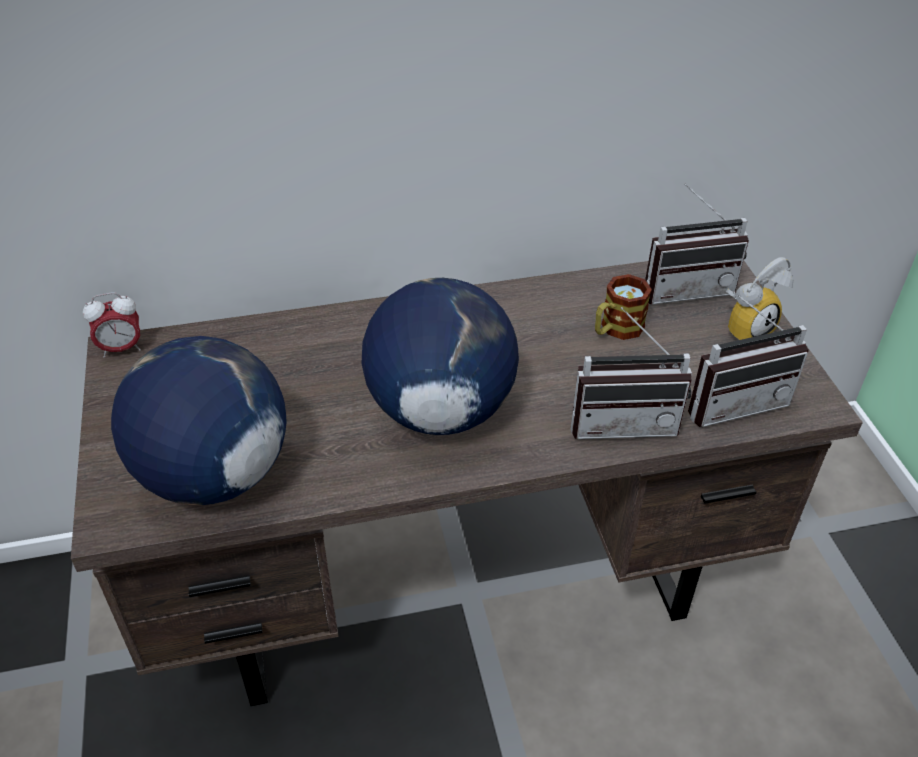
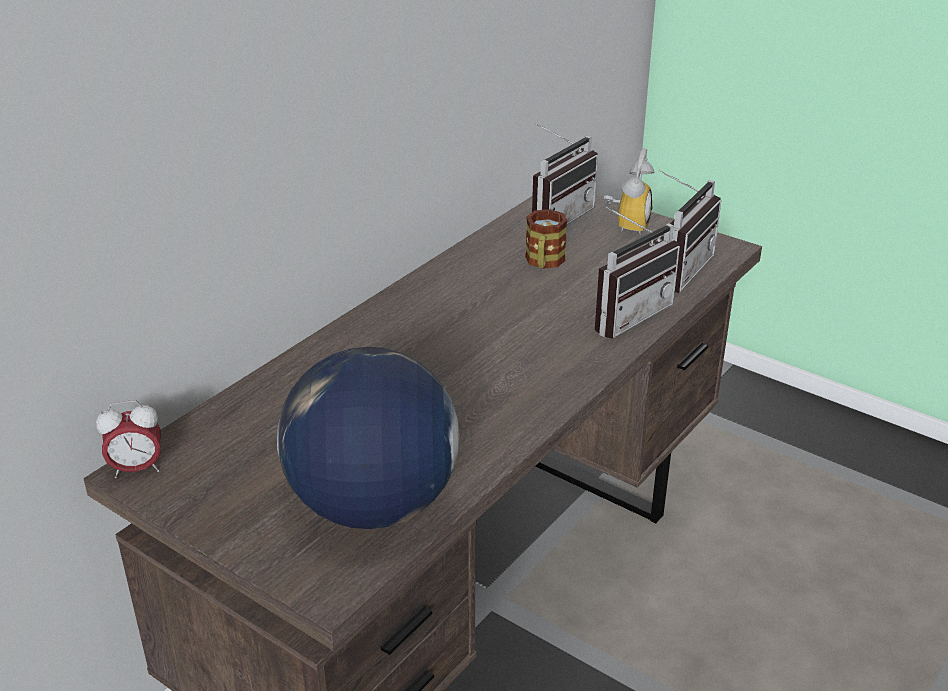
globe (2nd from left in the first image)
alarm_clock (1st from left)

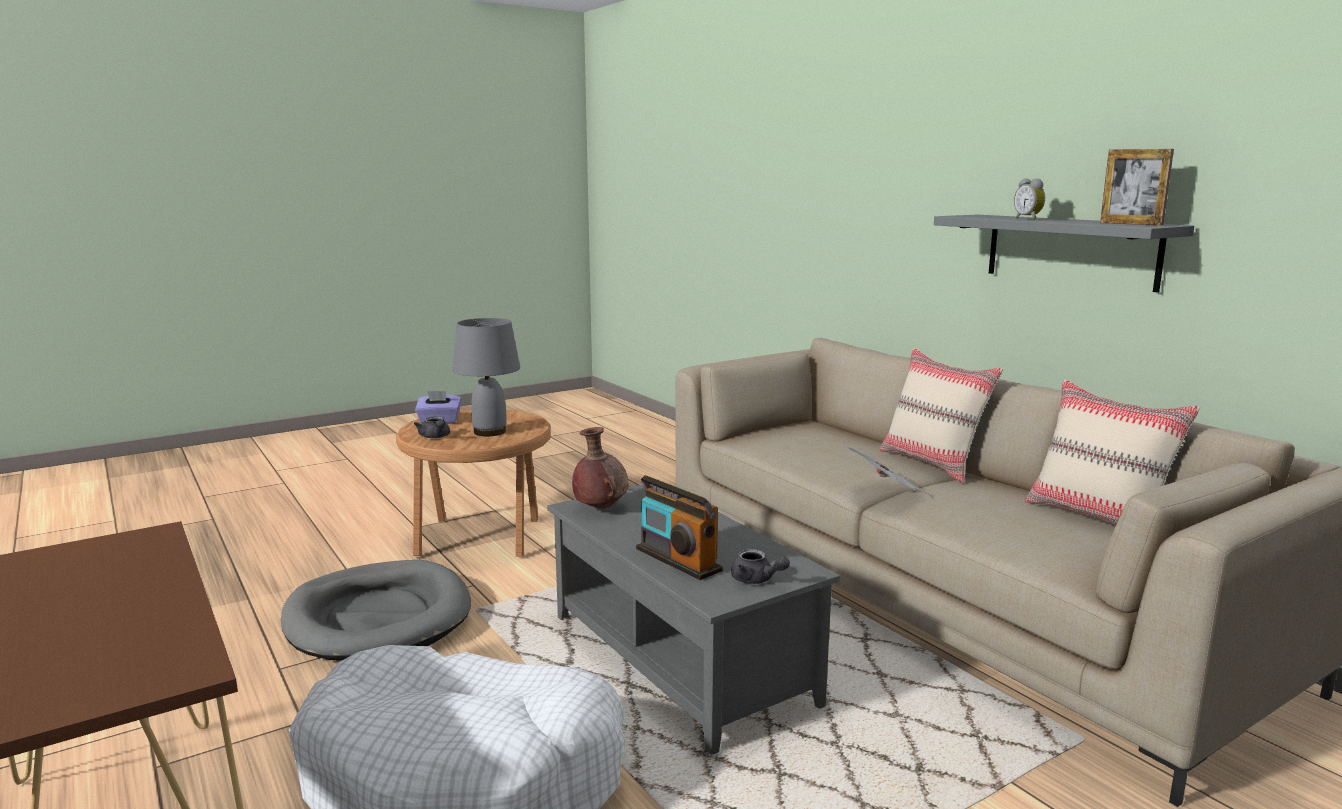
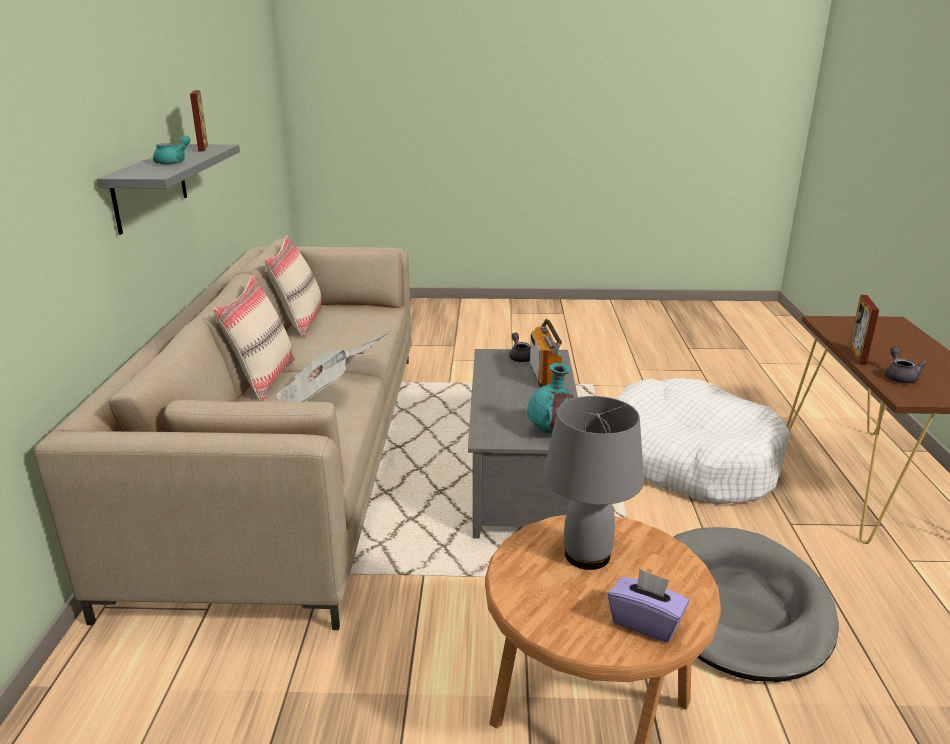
turquoise_teapot
grey_teapot (2nd from left)
turquoise_vase
picture_frame (2nd from left)
newspaper (1st from left)

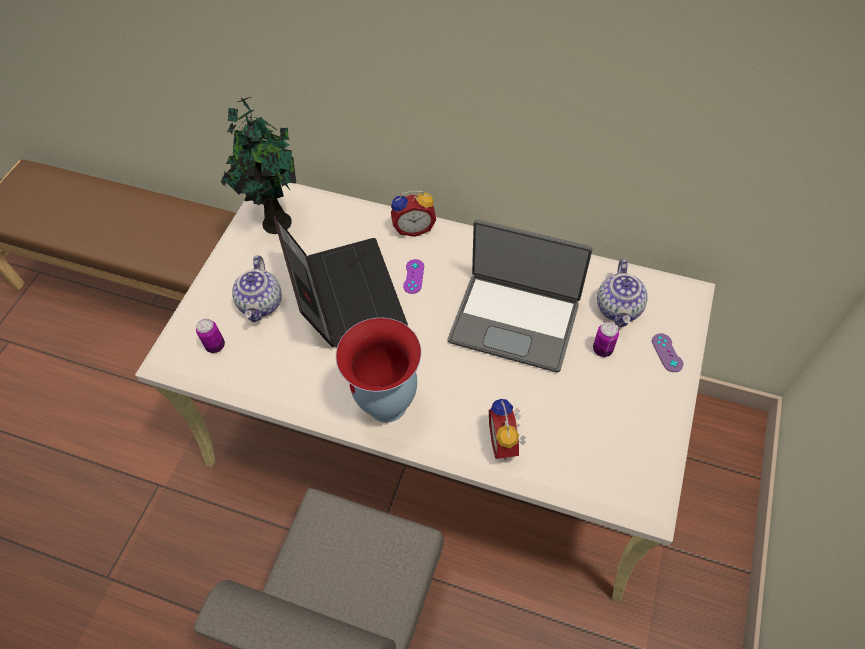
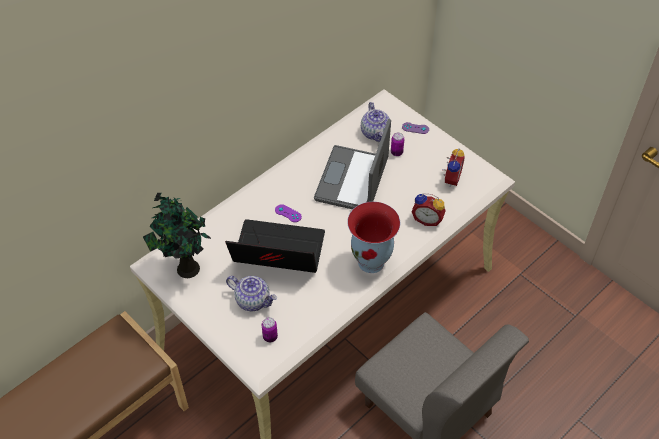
alarm_clock (2nd from left)
laptop (2nd from left)
teapot (2nd from left)

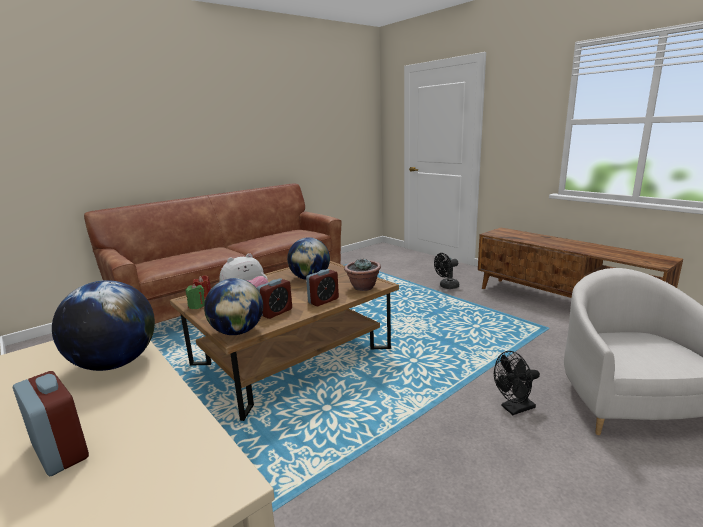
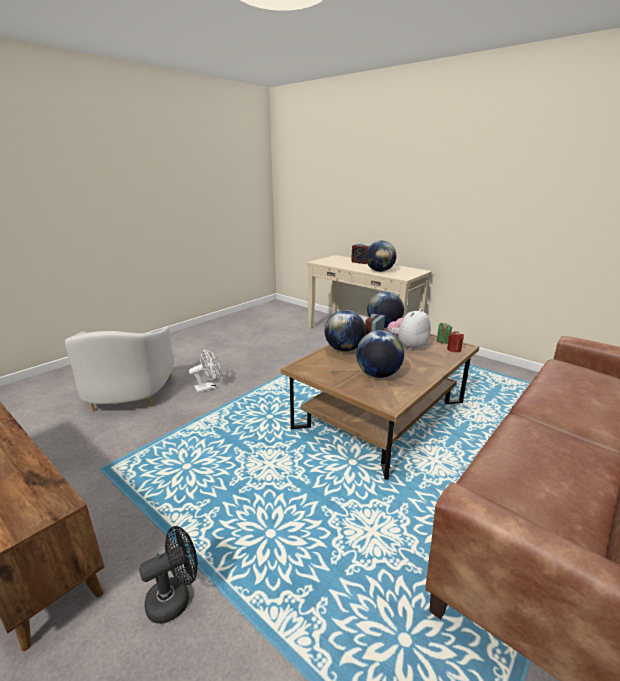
potted_plant
globe (1st from left)
white_fan

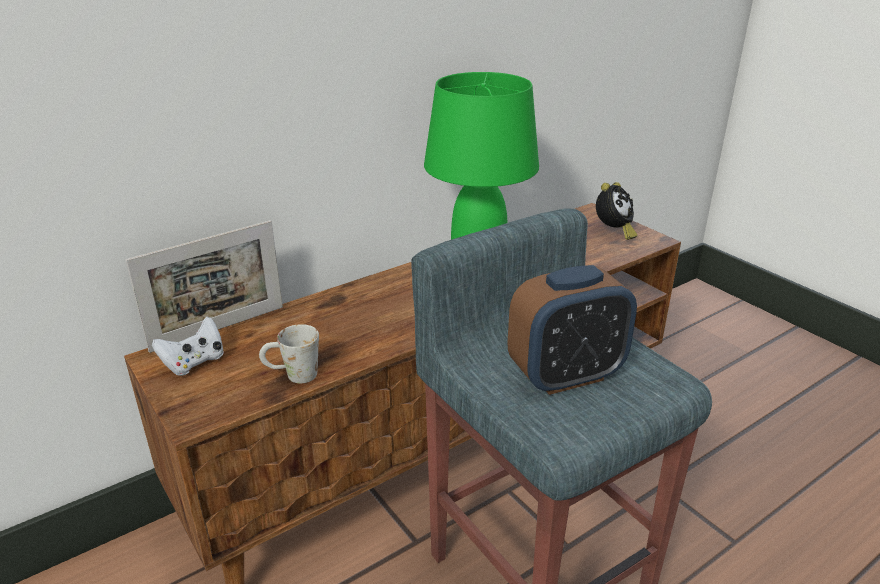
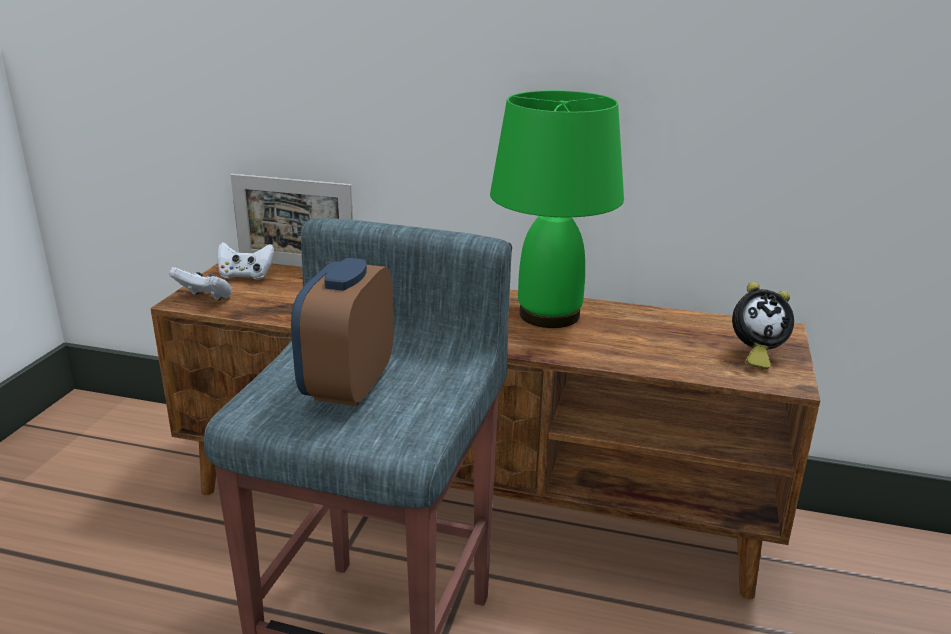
alarm_clock (1st from left)
white_mug
white_game_controller (1st from left)

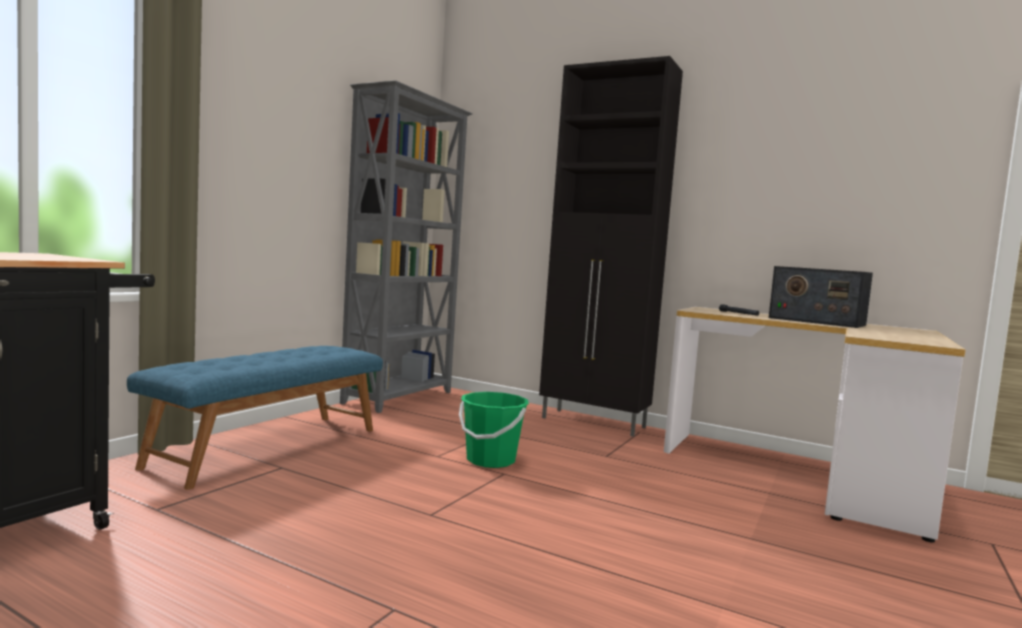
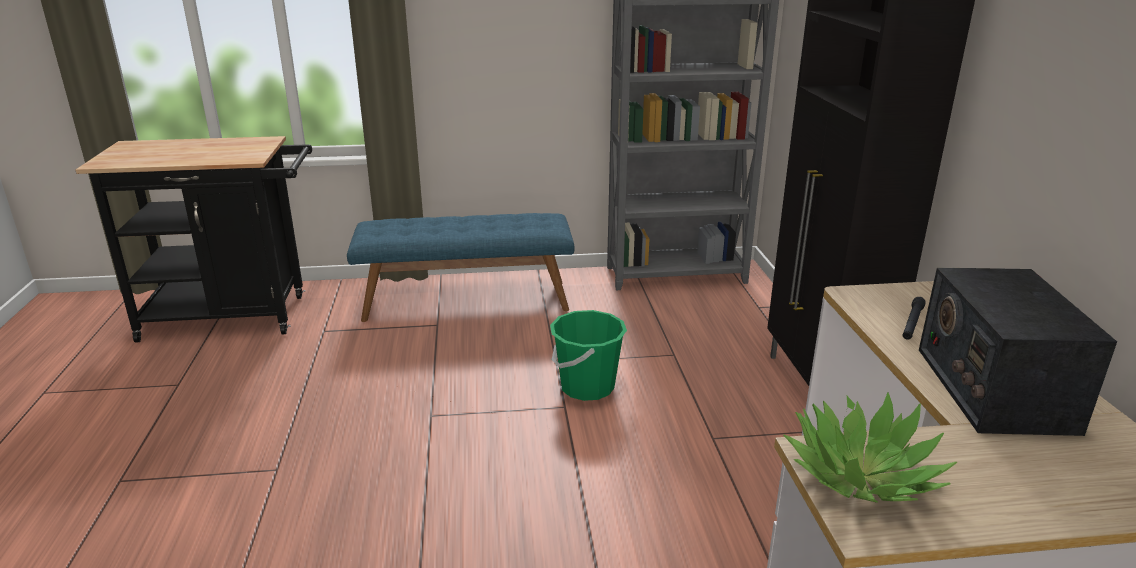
potted_plant

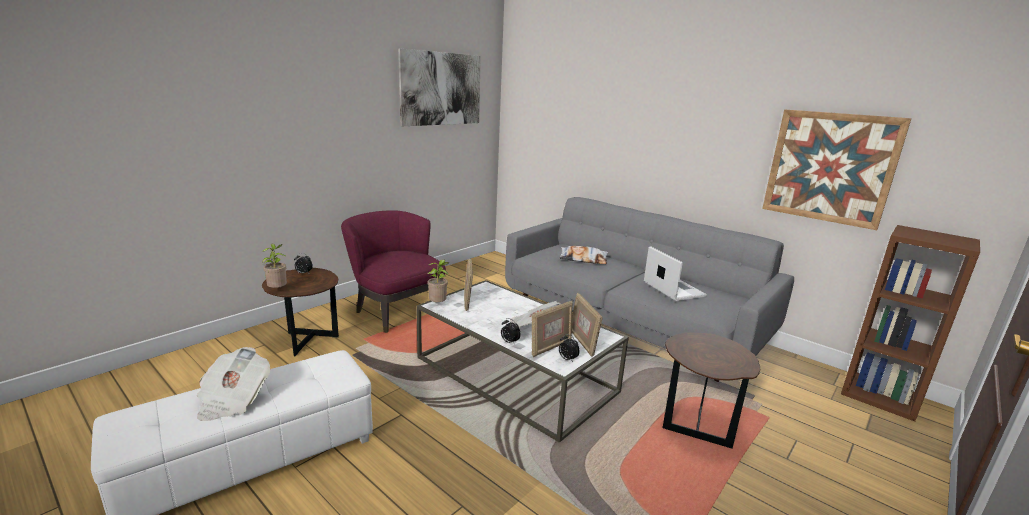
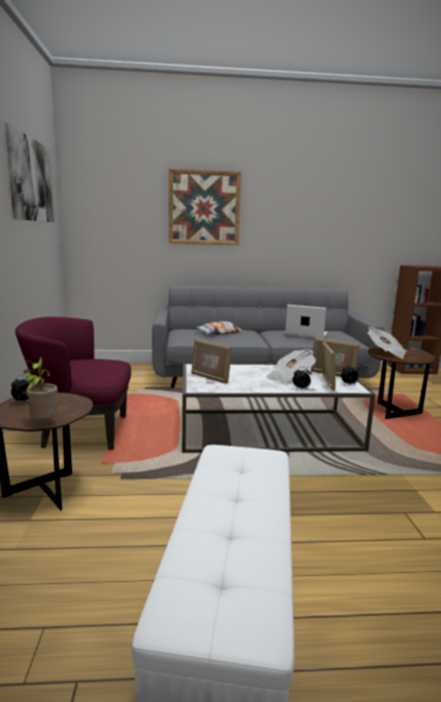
picture (2nd from left)
potted_plant (2nd from left in the first image)
newspaper (2nd from left)

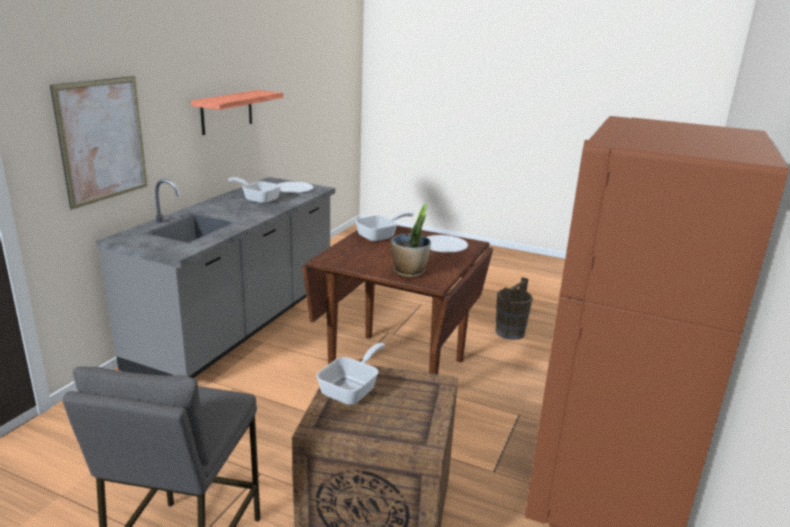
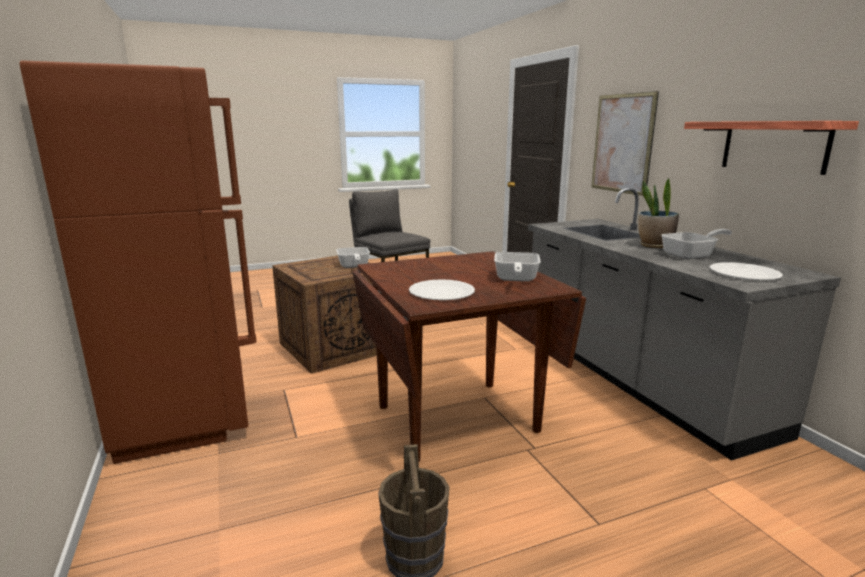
potted_plant

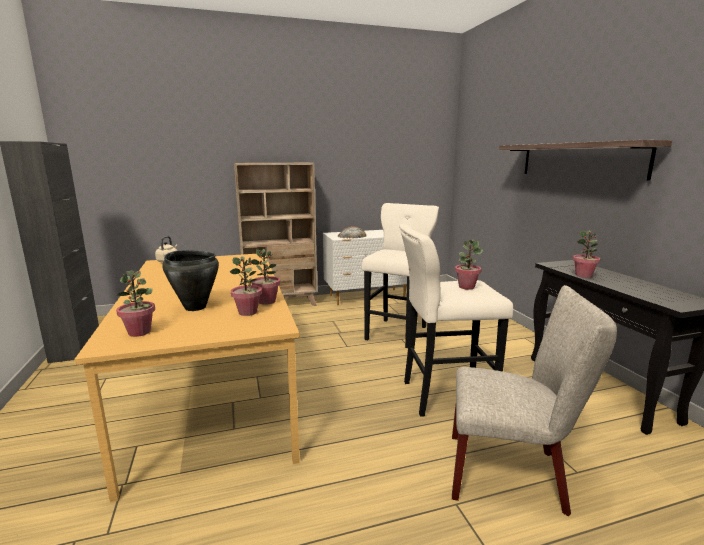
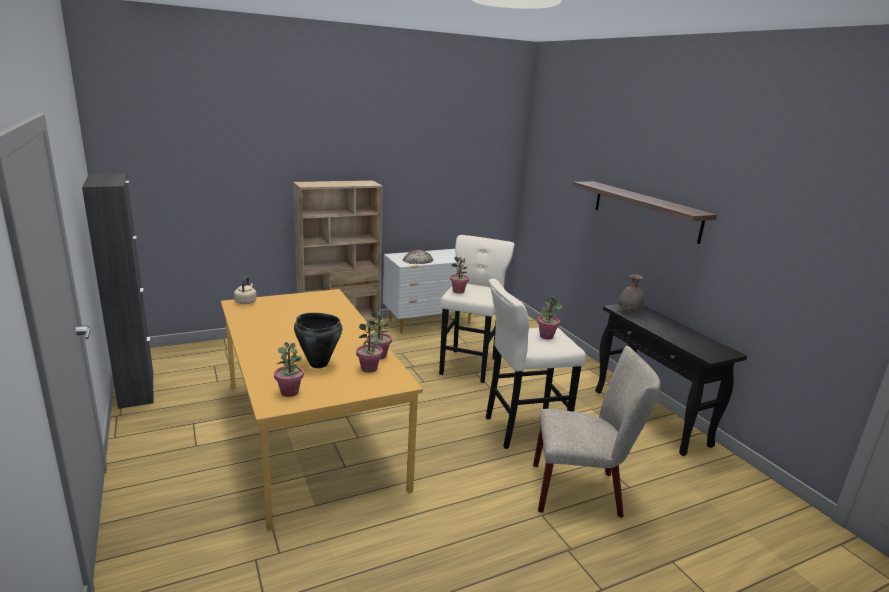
potted_plant (4th from left)
grey_vase

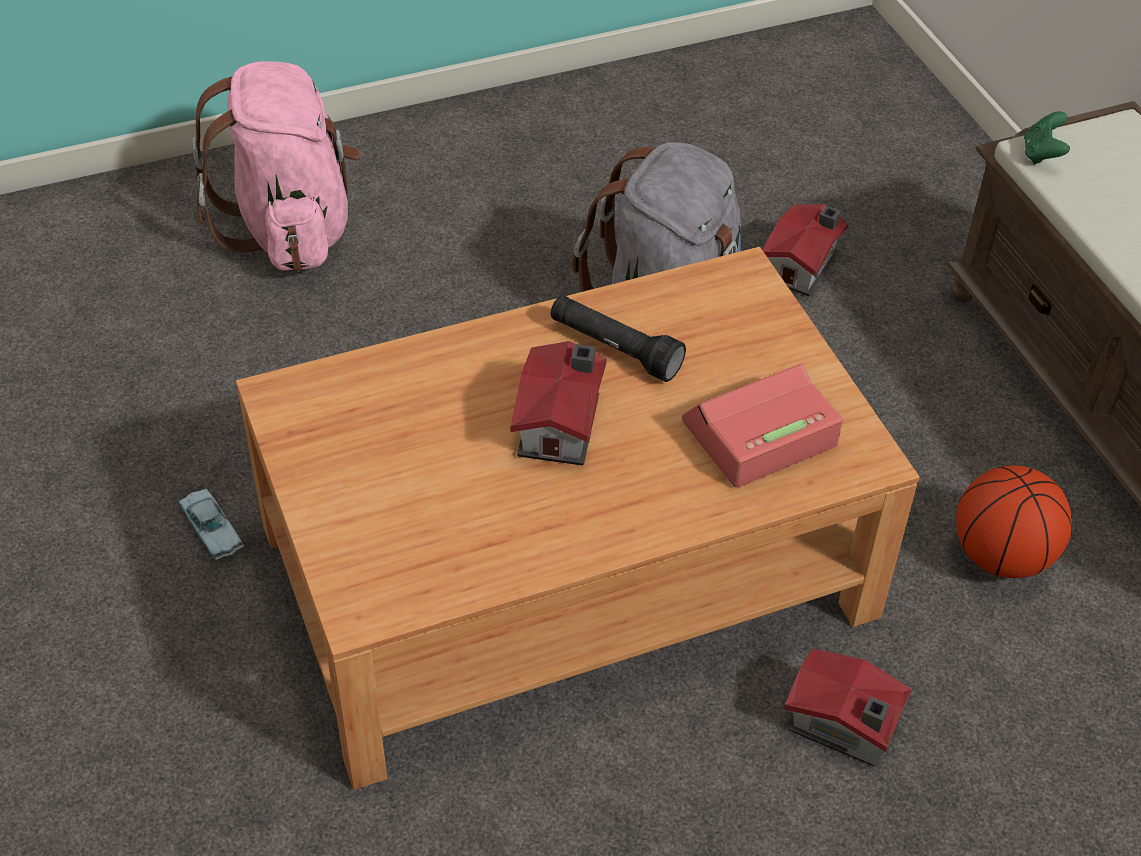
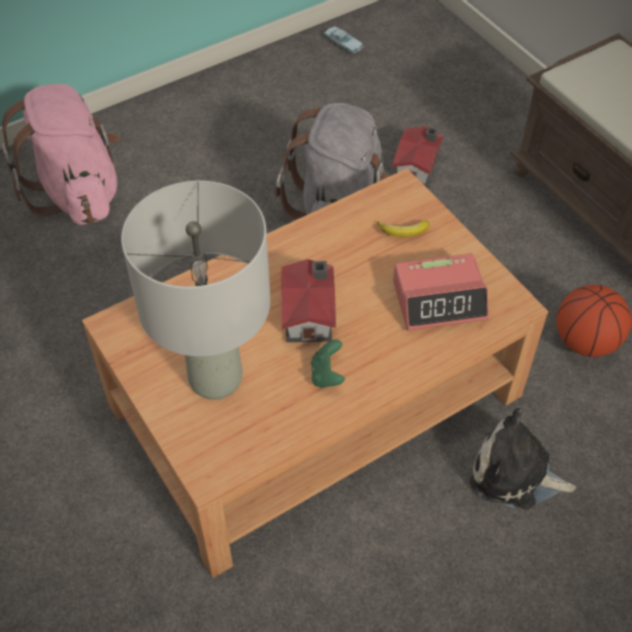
green_game_controller
black_flashlight
alarm_clock
blue_toy_car
plush_toy
grey_table_lamp
banana

